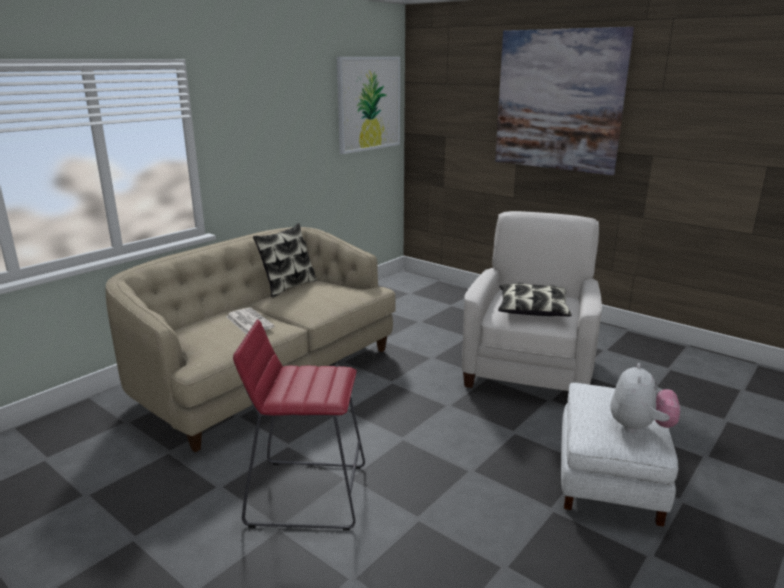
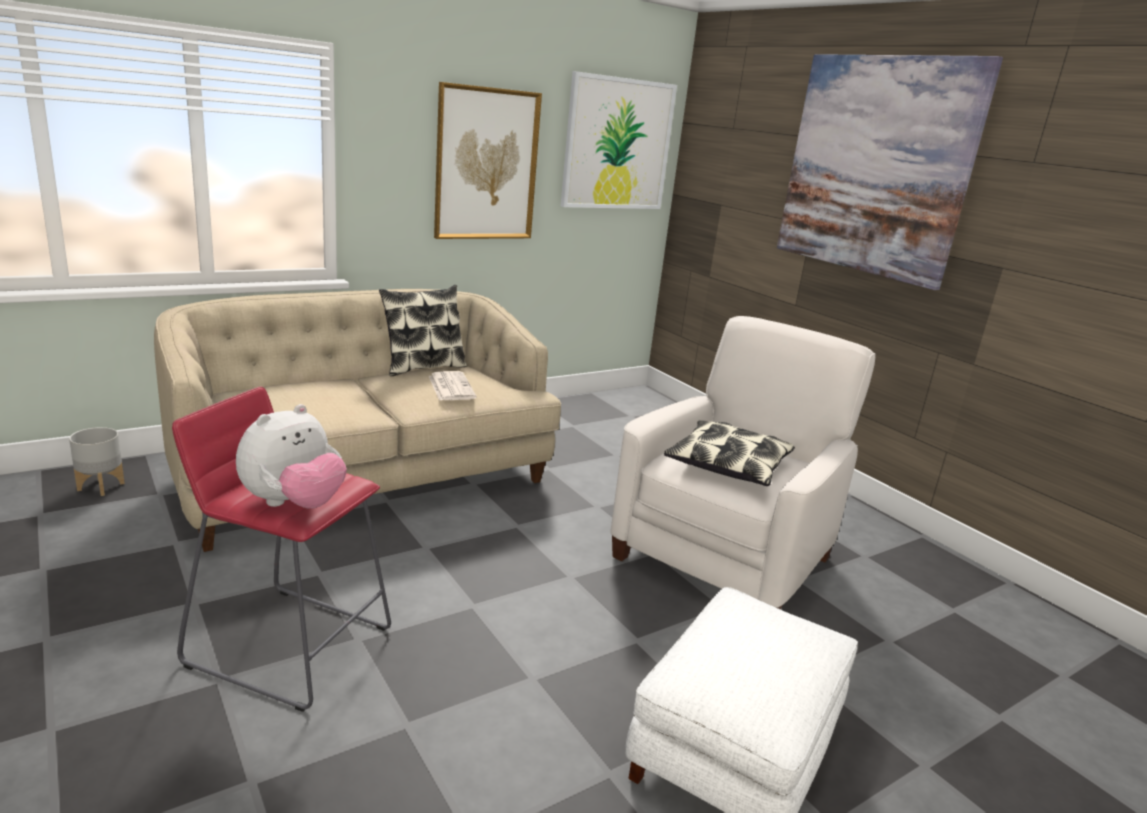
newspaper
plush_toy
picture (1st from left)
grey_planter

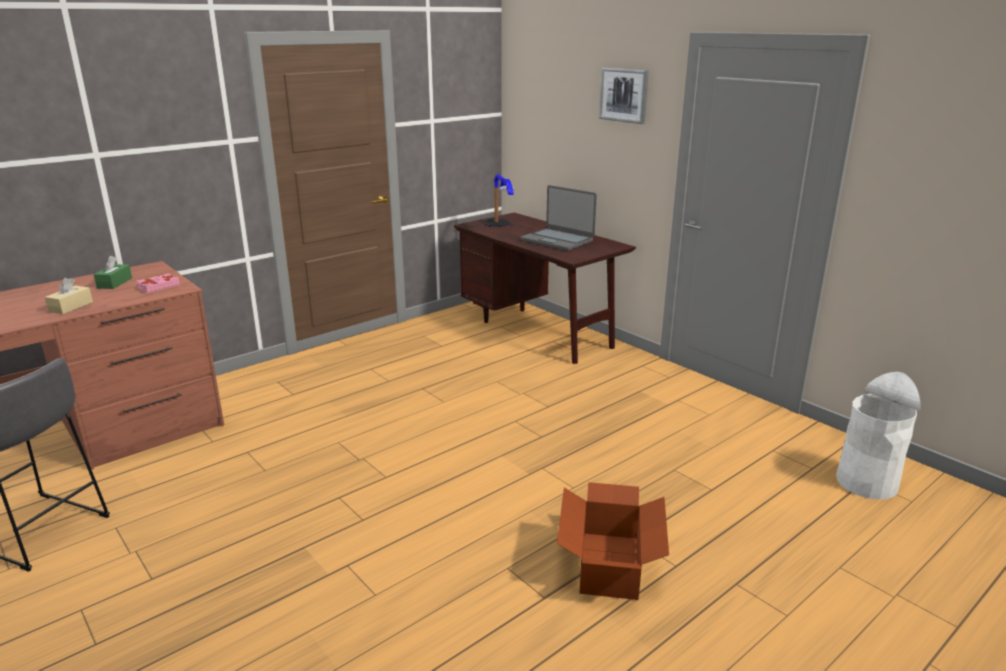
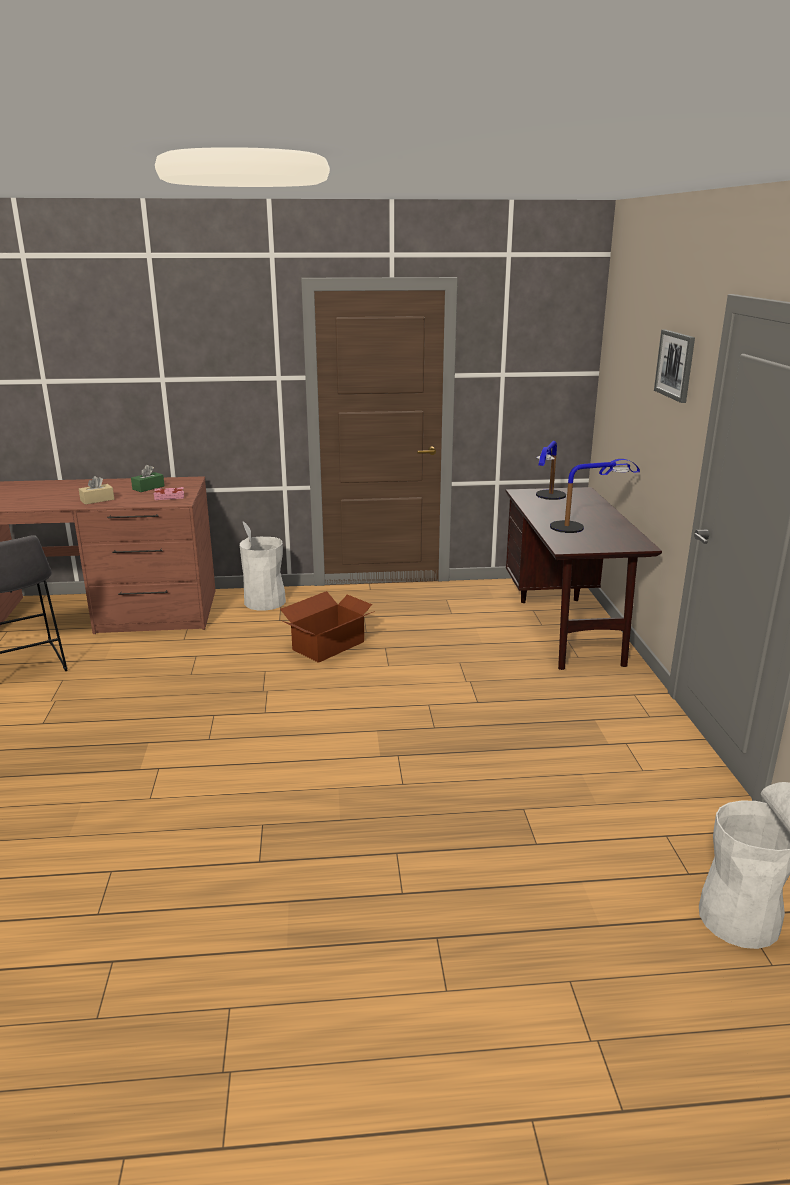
table_lamp (2nd from left)
cardboard_box
white_trash_can (1st from left)

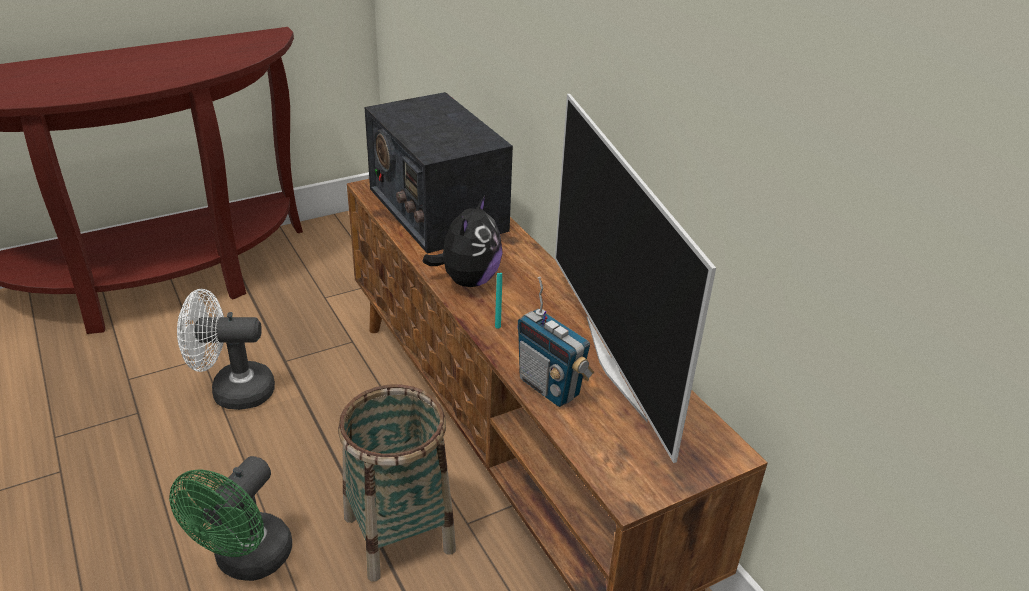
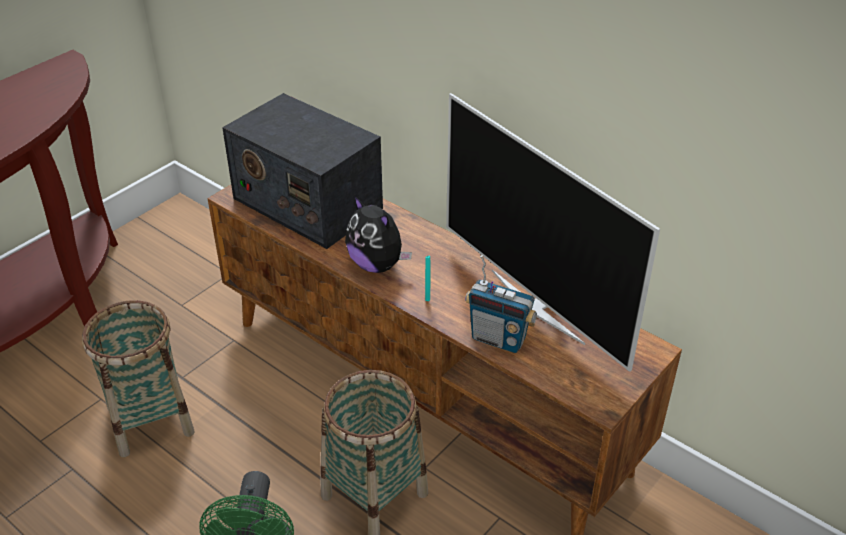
plush_toy
basket (1st from left)

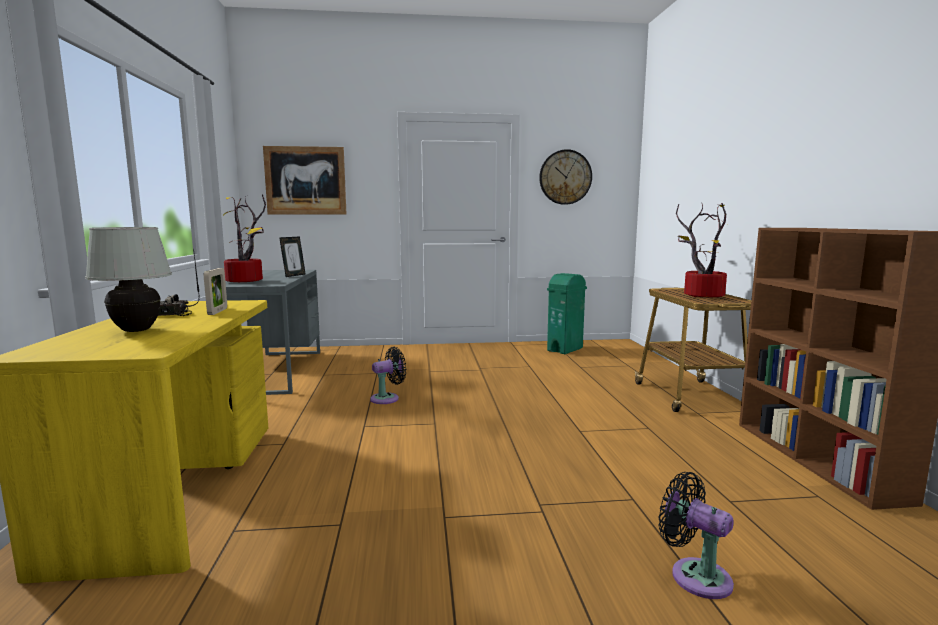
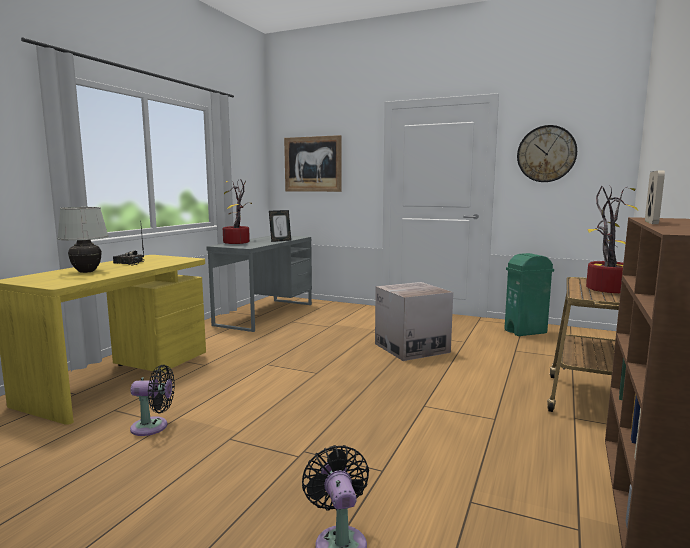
picture_frame (2nd from left)
black_fan (1st from left)
cardboard_box

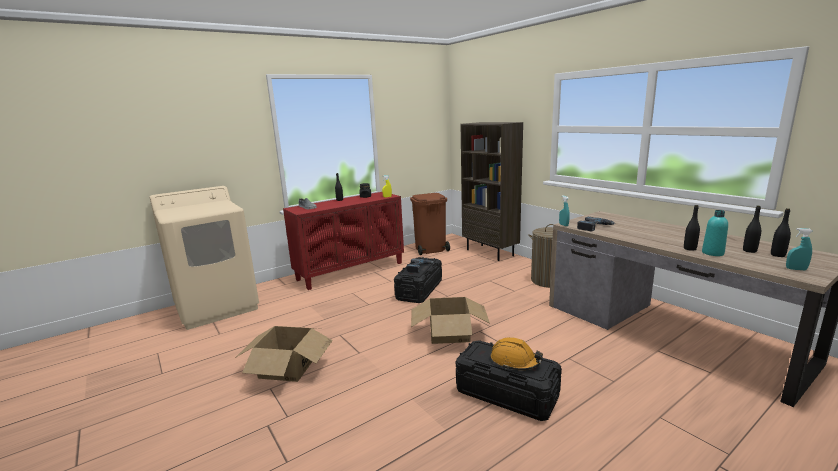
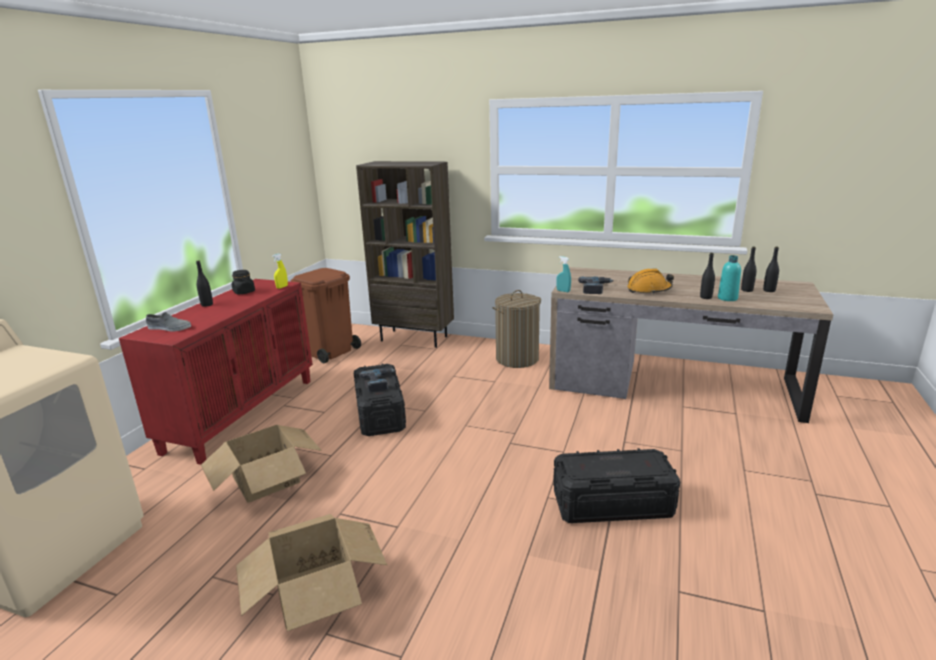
turquoise_spray_bottle (2nd from left in the first image)
cardboard_box (1st from left)
orange_hard_hat

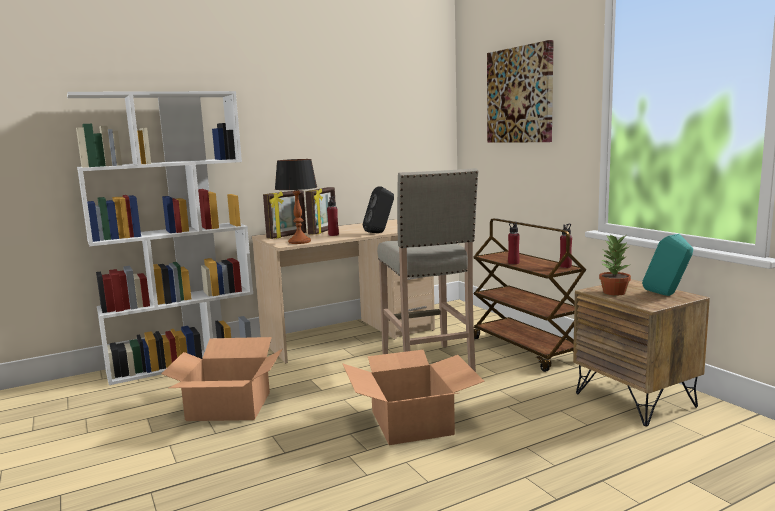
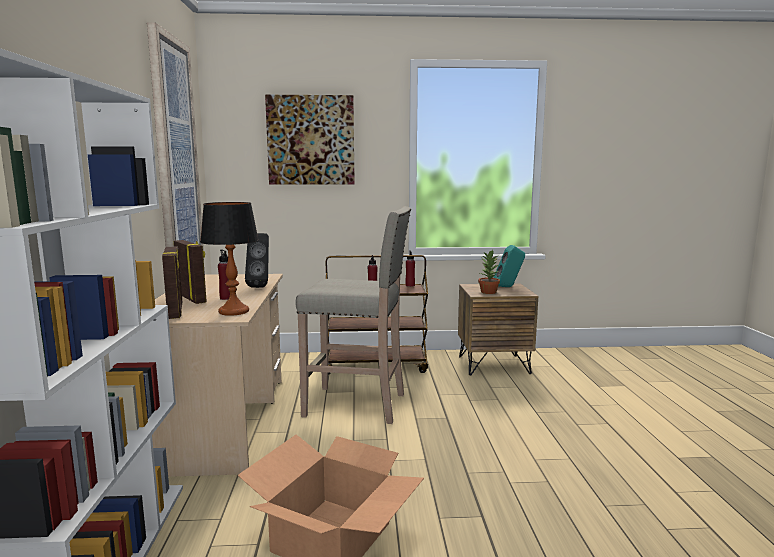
cardboard_box (2nd from left in the first image)
picture (1st from left)

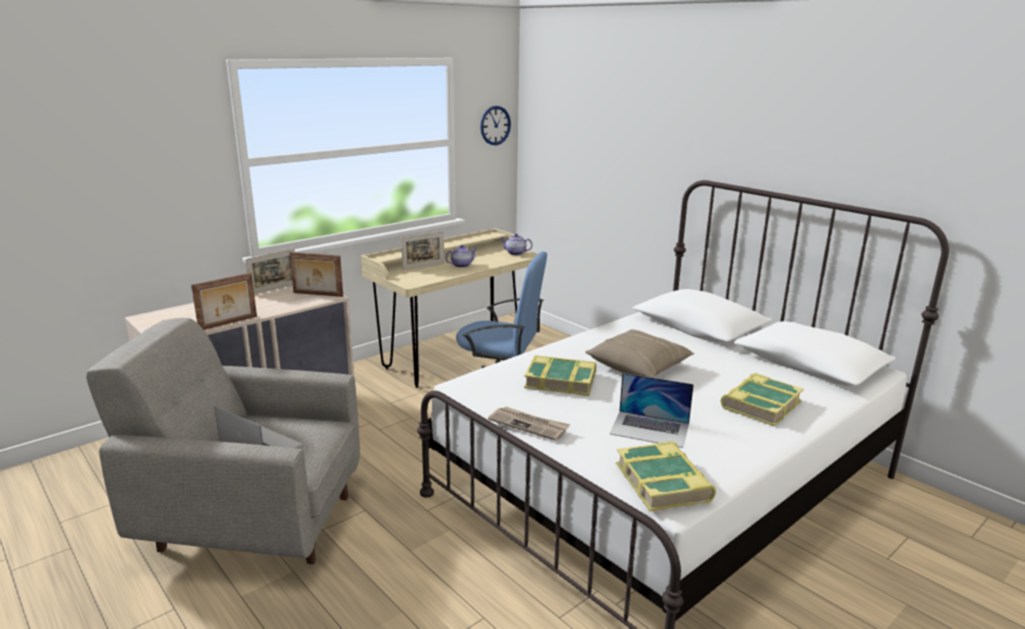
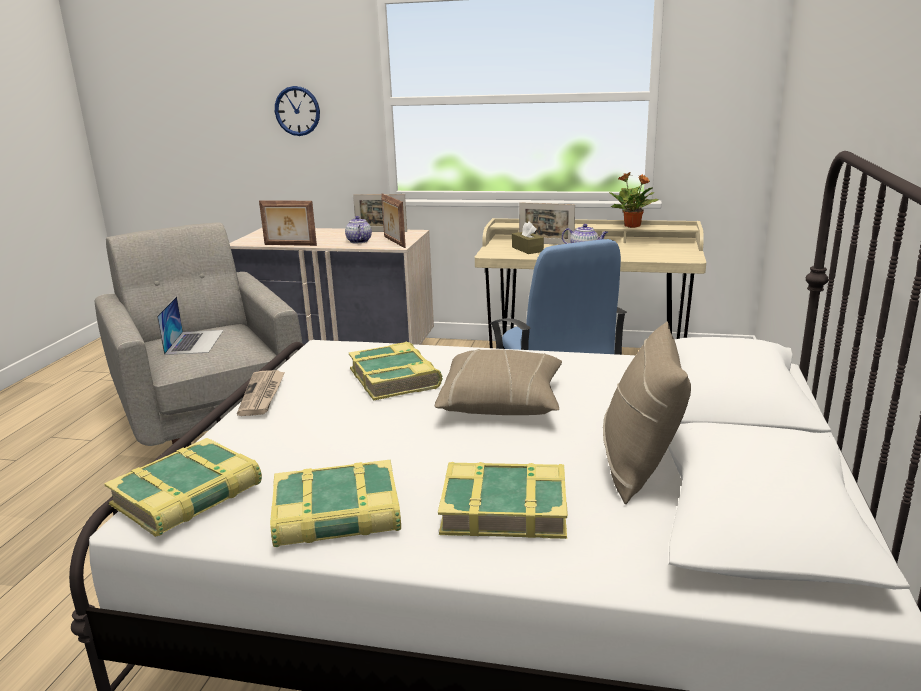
wall_clock
teapot (1st from left)
laptop (2nd from left in the first image)
potted_plant
brown_tissue_box
beige_pillow (2nd from left)
book (2nd from left)

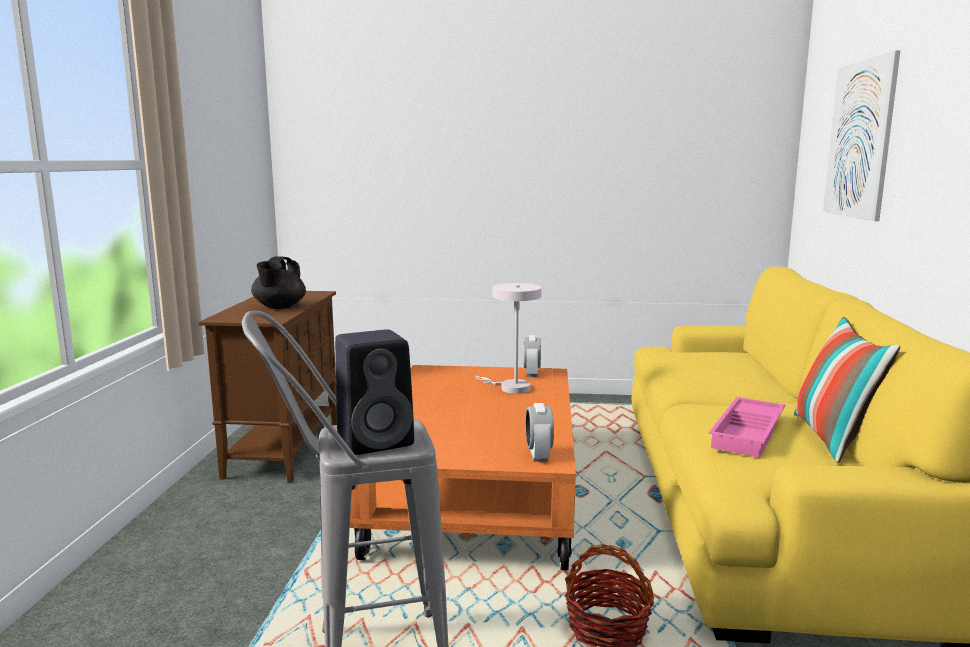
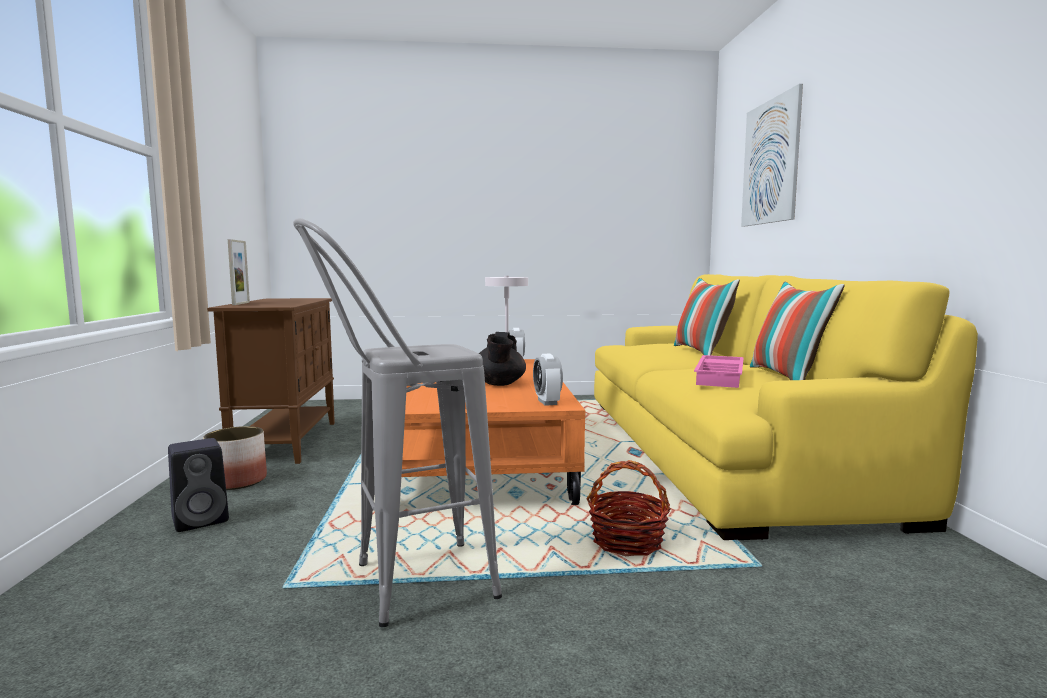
black_teapot
black_speaker
picture_frame
pillow (1st from left)
planter

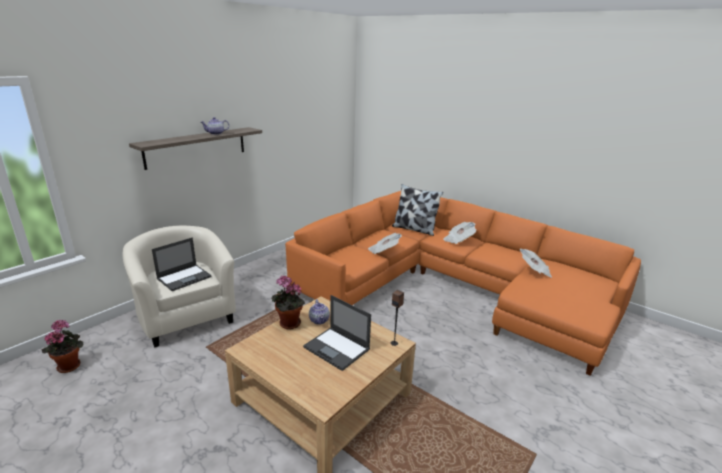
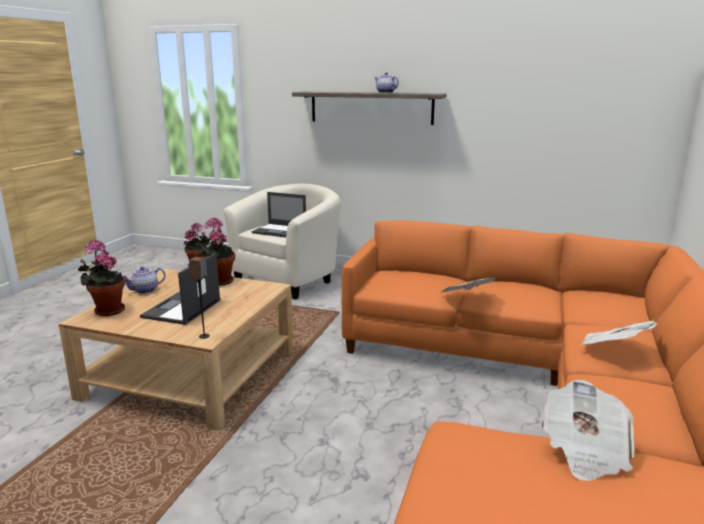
pillow
teapot (1st from left)
potted_plant (1st from left)

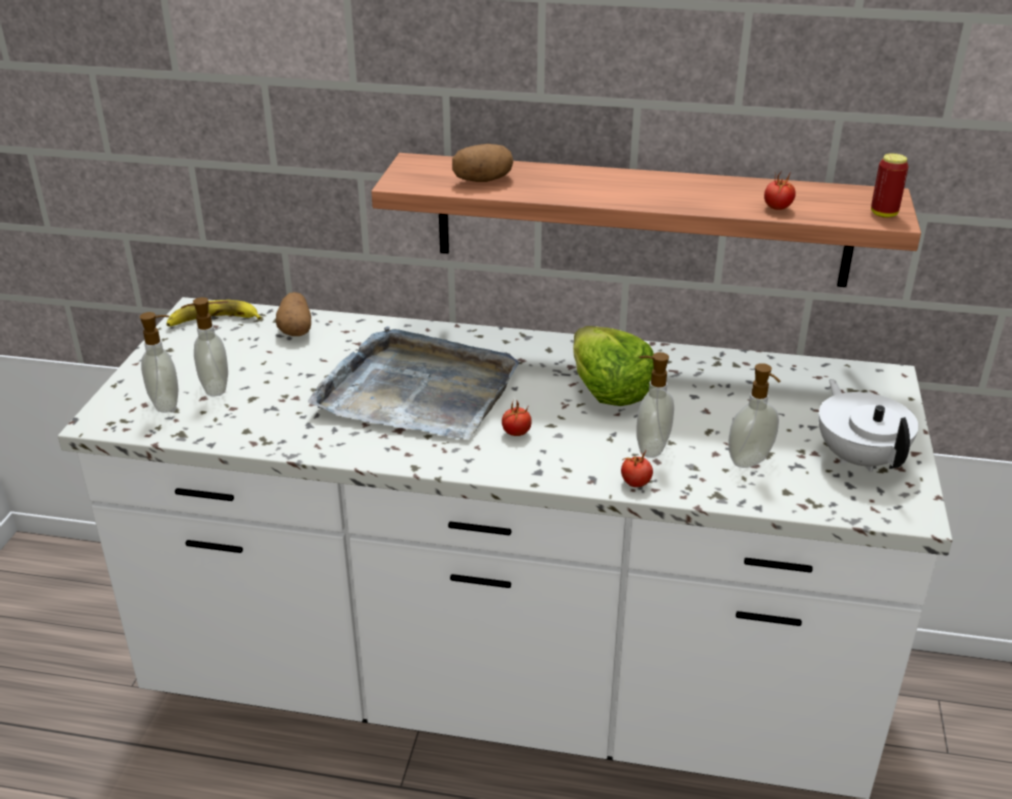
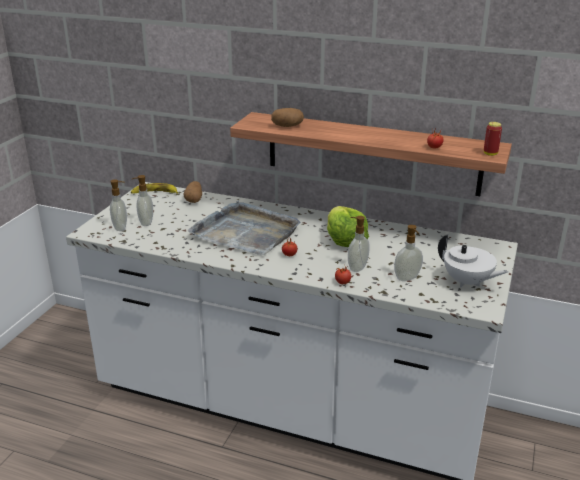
white_teapot

